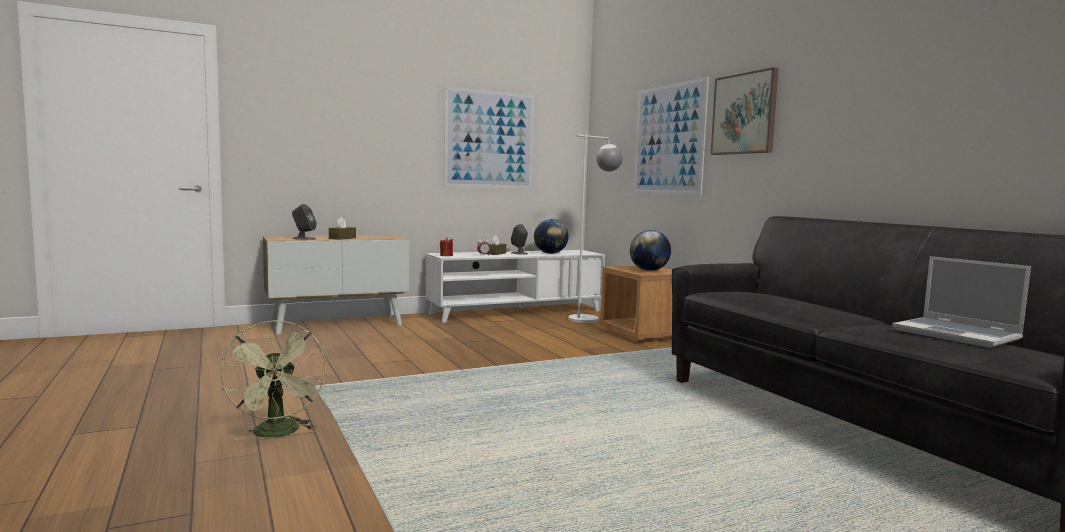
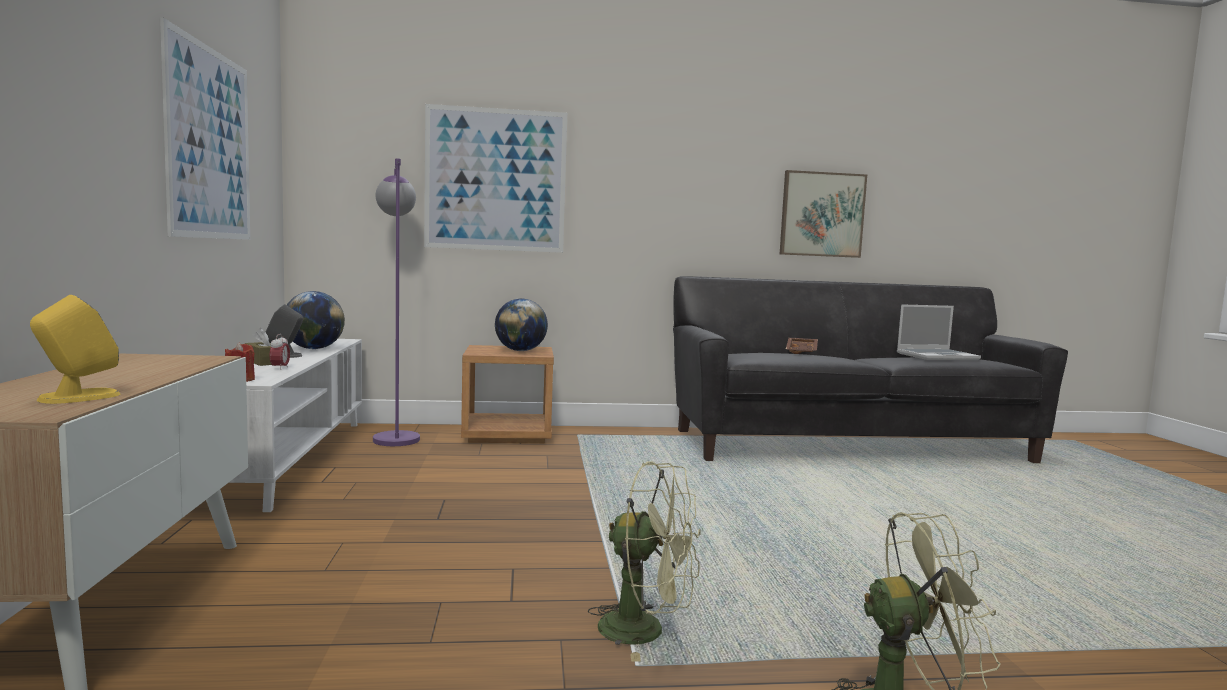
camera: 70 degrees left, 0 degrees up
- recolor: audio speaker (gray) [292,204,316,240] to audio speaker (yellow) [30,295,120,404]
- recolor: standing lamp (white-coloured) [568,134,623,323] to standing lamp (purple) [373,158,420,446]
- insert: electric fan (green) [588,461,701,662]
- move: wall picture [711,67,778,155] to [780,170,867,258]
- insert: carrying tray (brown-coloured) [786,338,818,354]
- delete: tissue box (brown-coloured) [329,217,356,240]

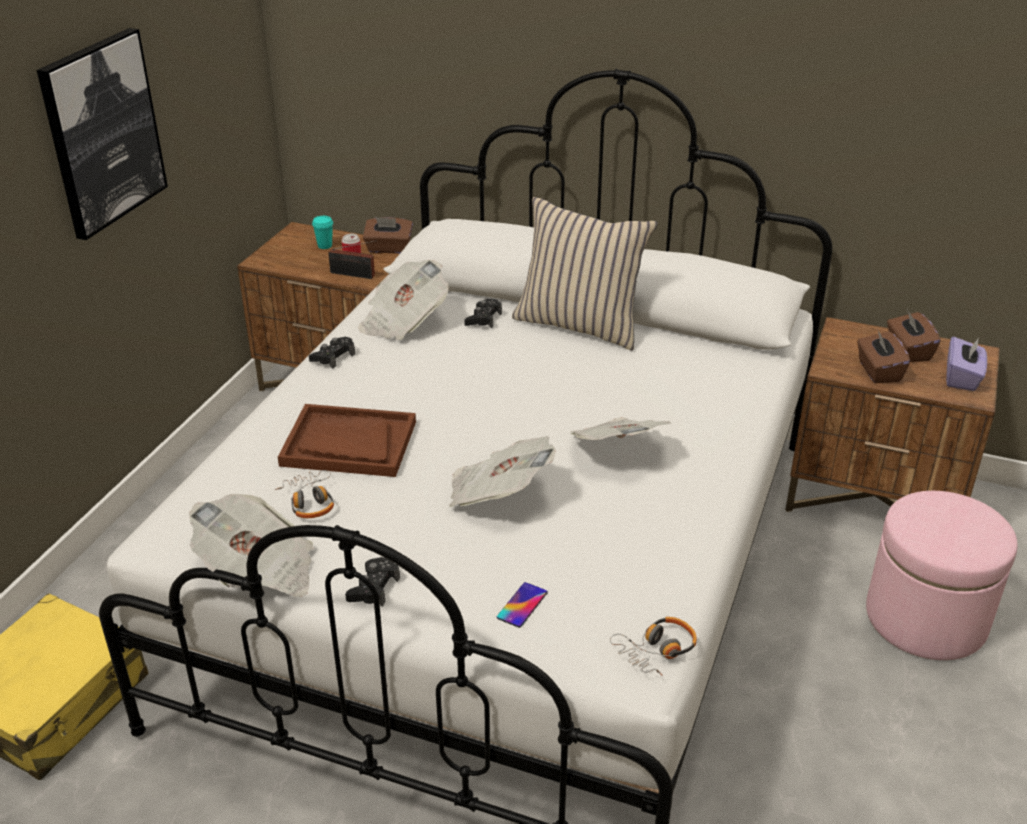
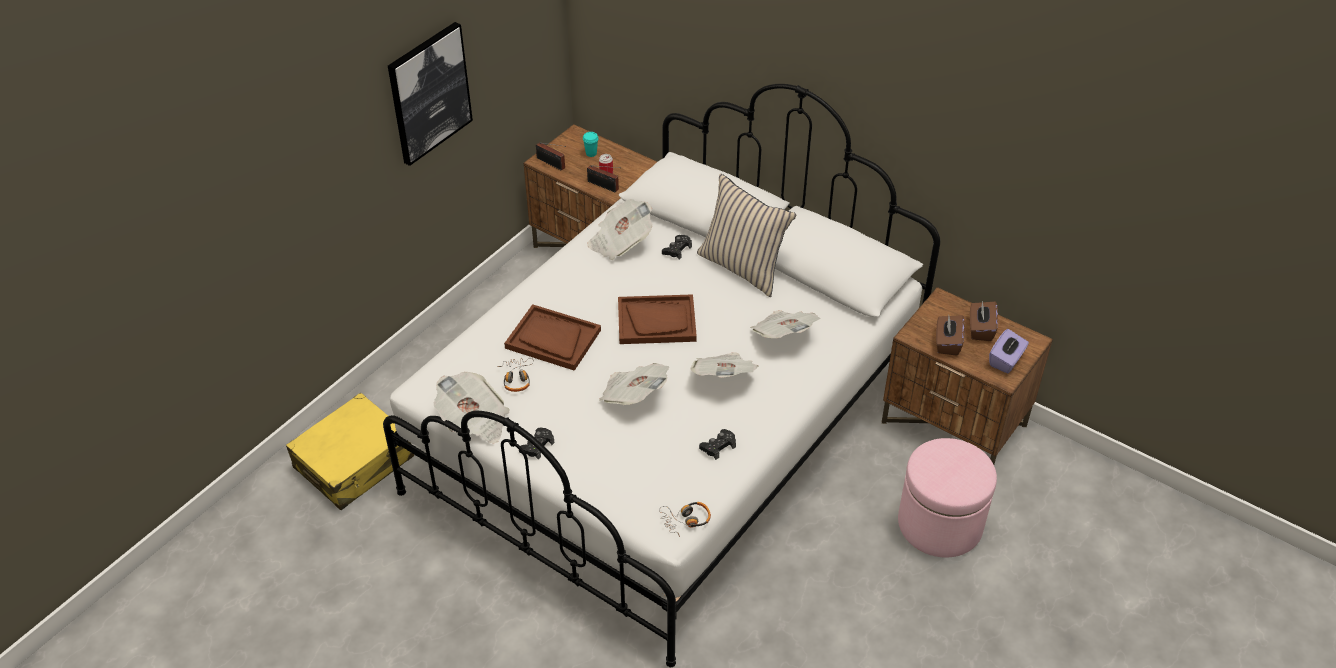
camera: 15 degrees right, 10 degrees up
- insert: radio set [536,142,566,171]
- insert: carrying tray (brown-coloured) [618,294,697,344]
- move: gamepad (black) [309,337,355,369] to [699,429,736,460]
- insert: newspaper [750,310,820,338]
- delete: tissue box (brown-coloured) [363,217,413,254]
- delete: telephone [497,582,548,628]

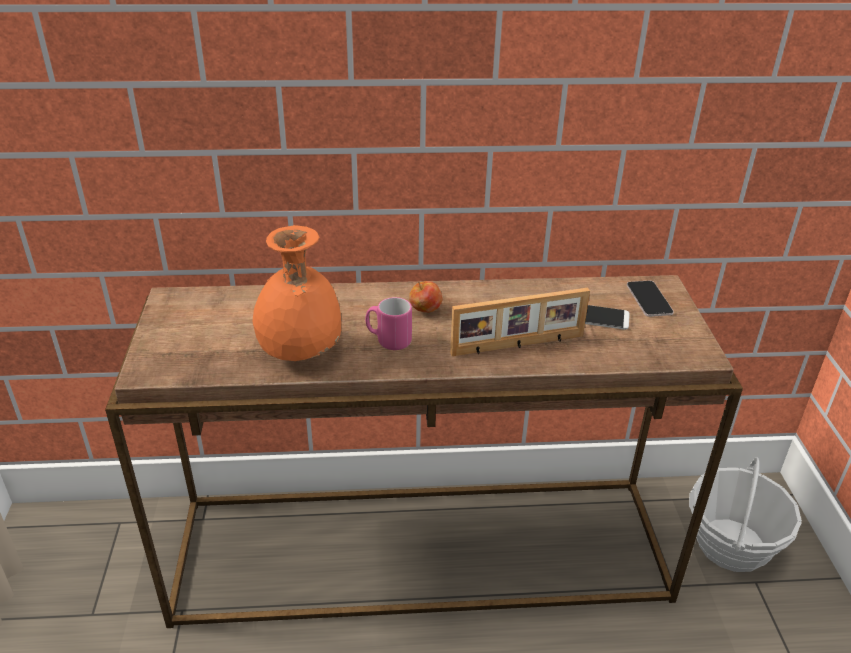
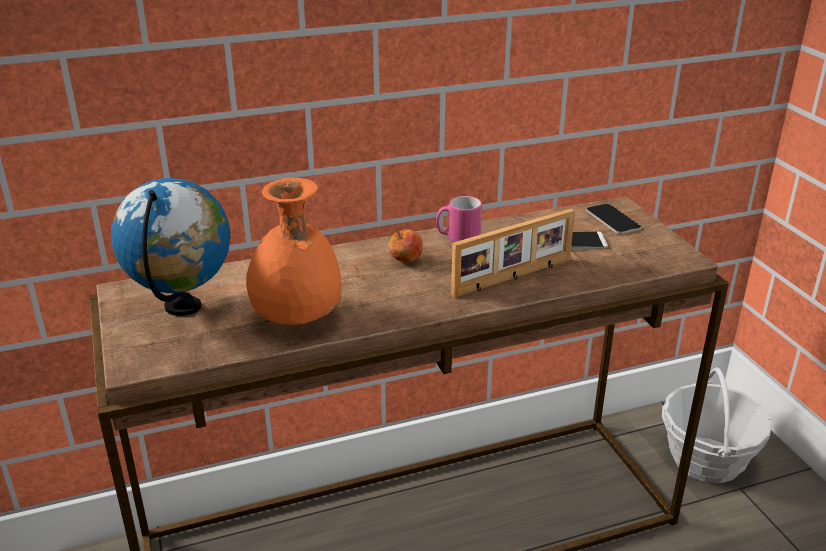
camera: 15 degrees left, 5 degrees down
- insert: globe [111,178,230,316]
- move: mug (pinkish) [365,297,412,350] to [436,196,482,243]

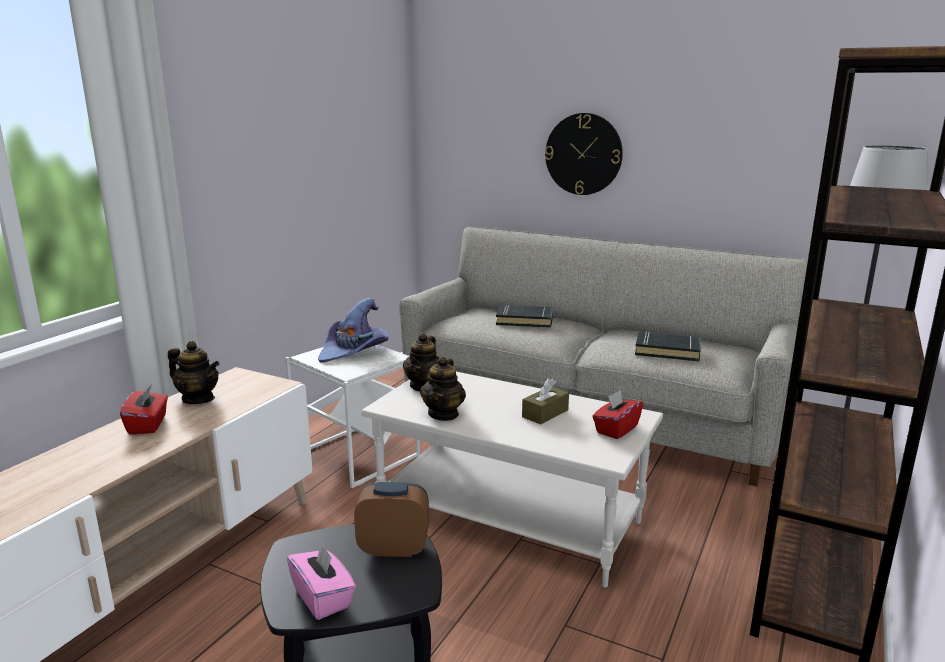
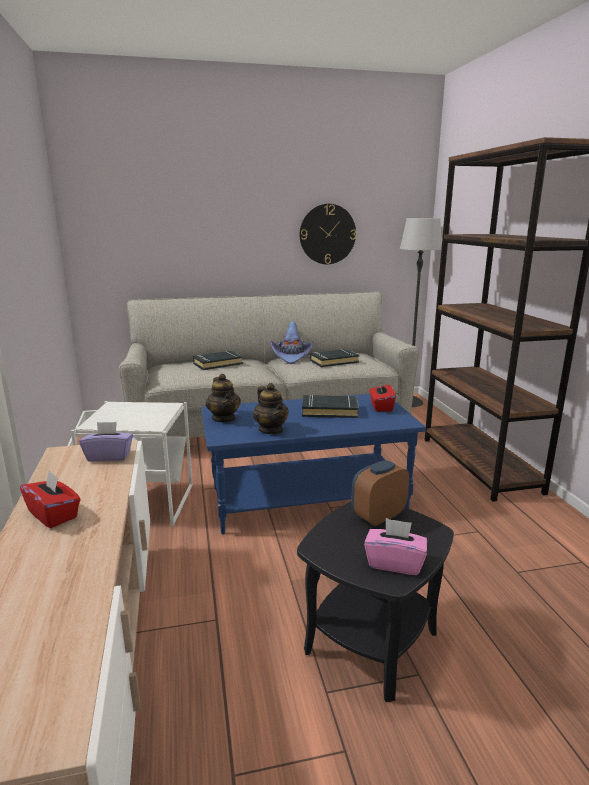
camera: 40 degrees left, 0 degrees up
- insert: tissue box (purple) [79,422,133,462]
- recolor: low table (white-coloured) [361,372,663,588] to low table (bluish) [201,394,426,534]
- move: hat (purple) [318,298,388,363] to [270,321,314,364]
- move: clock on the wall [545,113,623,195] to [299,204,356,264]
- replace: tissue box (brown-coloured) [522,378,569,424] to bound book (black) [302,395,359,418]
- delete: tea pot [168,341,219,404]

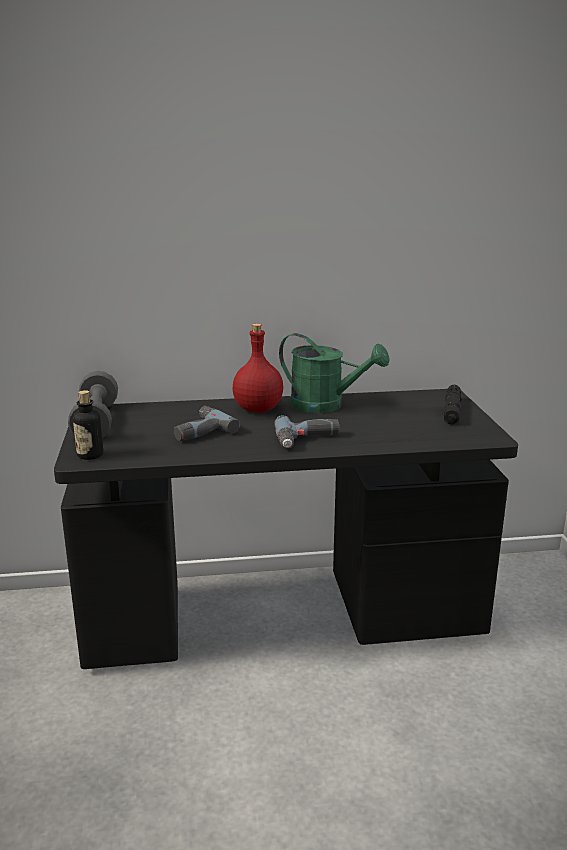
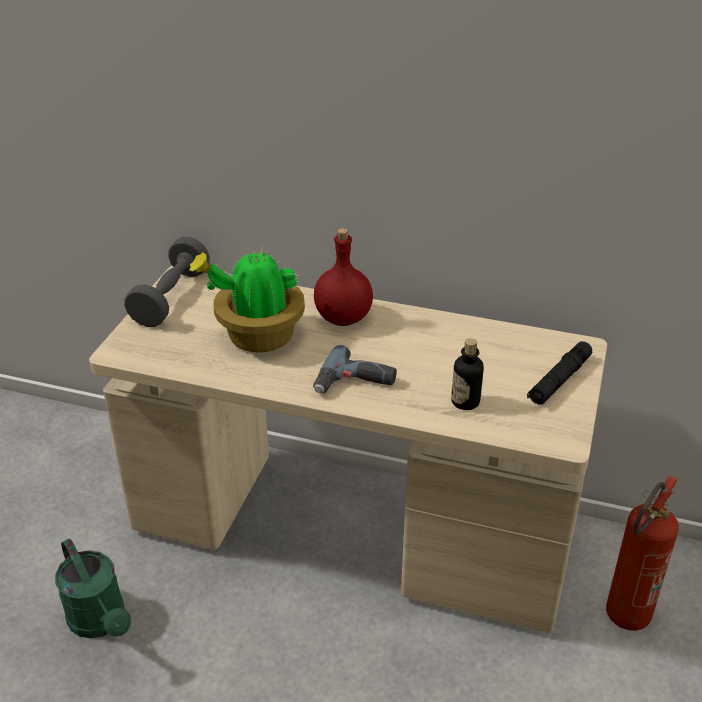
camera: 25 degrees right, 15 degrees up
- move: watering can (green) [279,333,390,413] to [55,538,131,638]
- recolor: desk table (black) [54,389,518,669] to desk table (beige-coloured) [89,266,607,633]
- replace: drill [174,406,240,441] to potted plant [189,246,305,353]
- move: bottle [73,390,103,460] to [451,338,484,410]
- insert: fire-fighting cylinder [606,476,679,631]

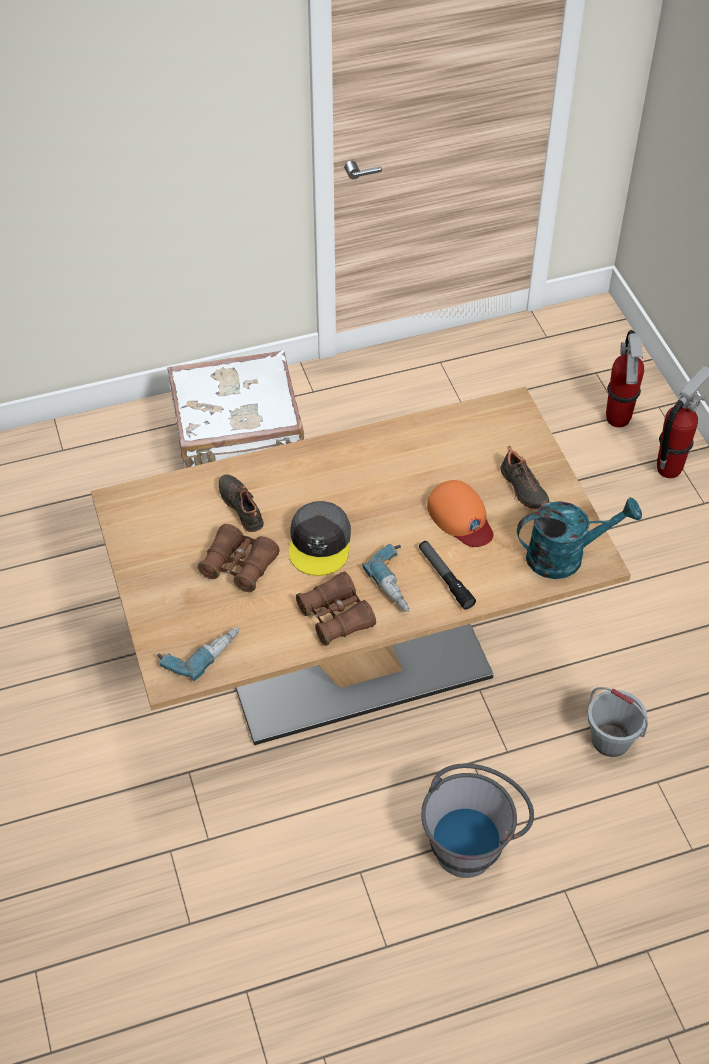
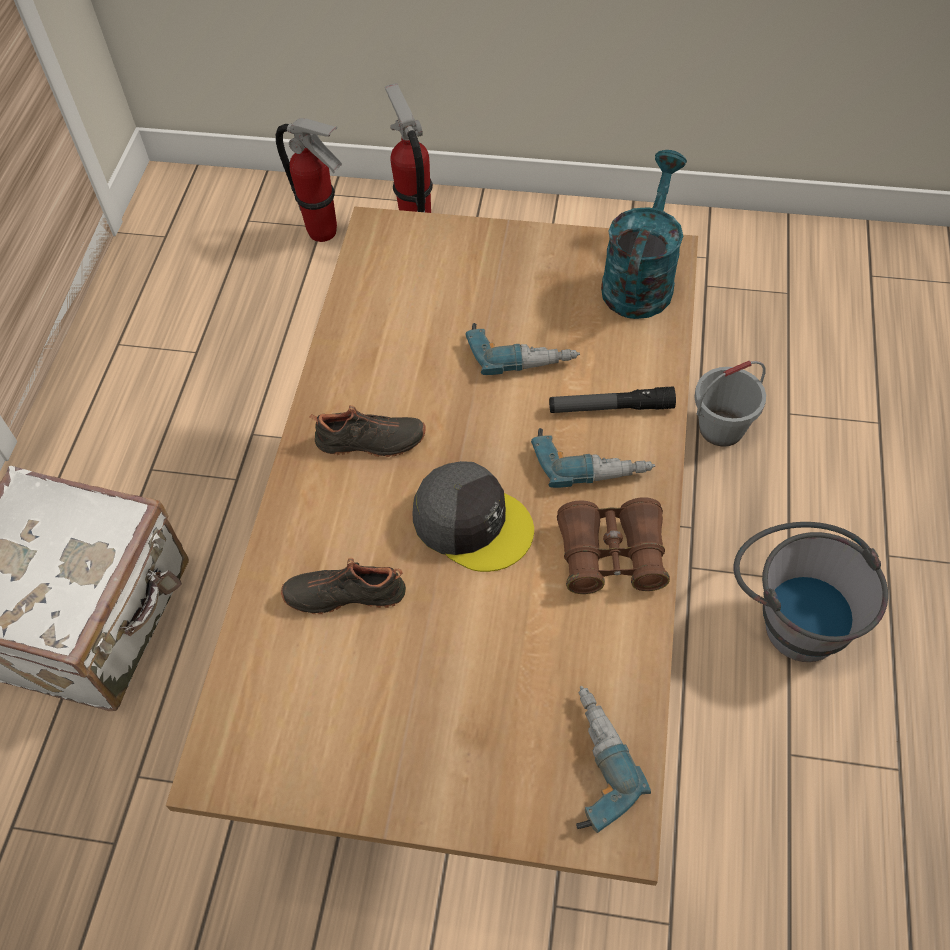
camera: 60 degrees left, 5 degrees up
- move: low shoe (black) [500,446,550,509] to [310,405,426,457]
- replace: peaked cap (orange) [427,480,493,547] to drill [465,323,580,375]
- delete: binoculars (brown-coloured) [198,524,280,592]

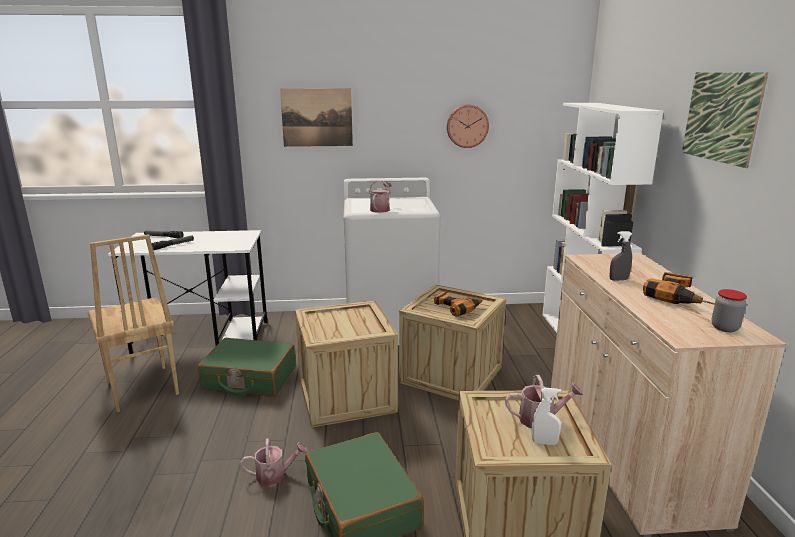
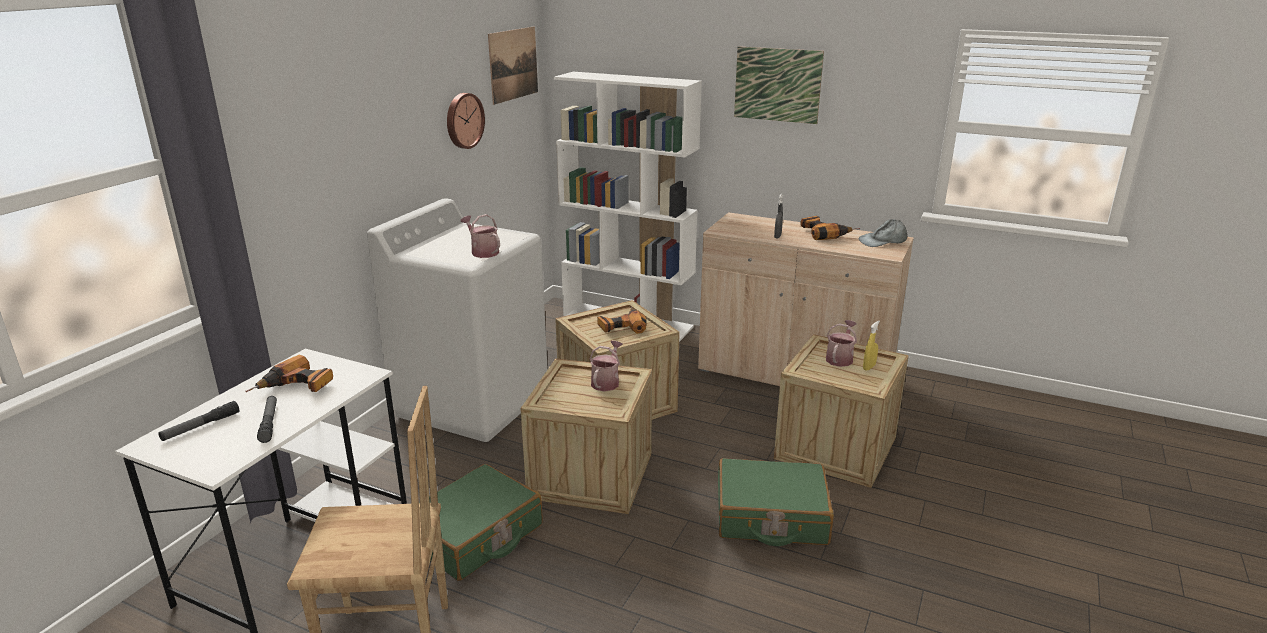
camera: 60 degrees left, 5 degrees up
- insert: drill [245,355,333,392]
- move: wall picture [280,89,353,147] to [488,26,538,105]
- move: watering can [240,439,308,486] to [589,341,622,391]
- replace: storage jar [711,289,747,332] to peaked cap (gray) [858,219,908,247]
- recolor: spray bottle (white-coloured) [532,388,562,445] to spray bottle (yellow) [863,320,880,371]

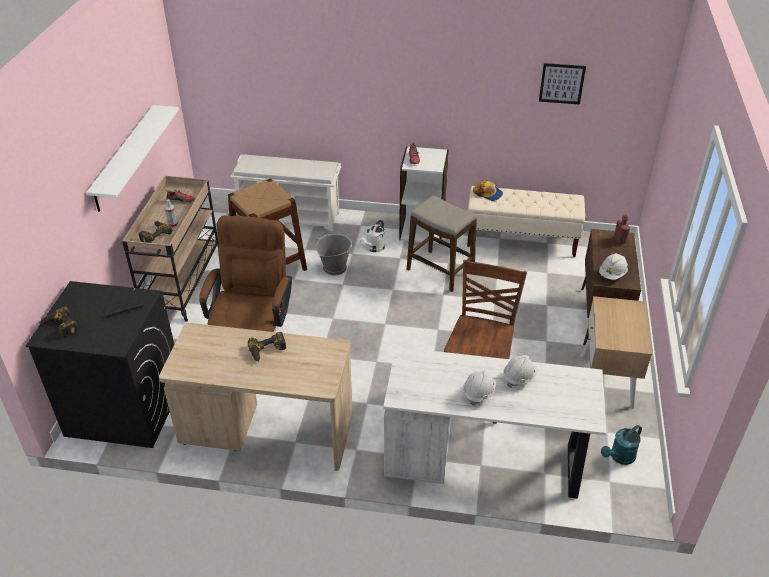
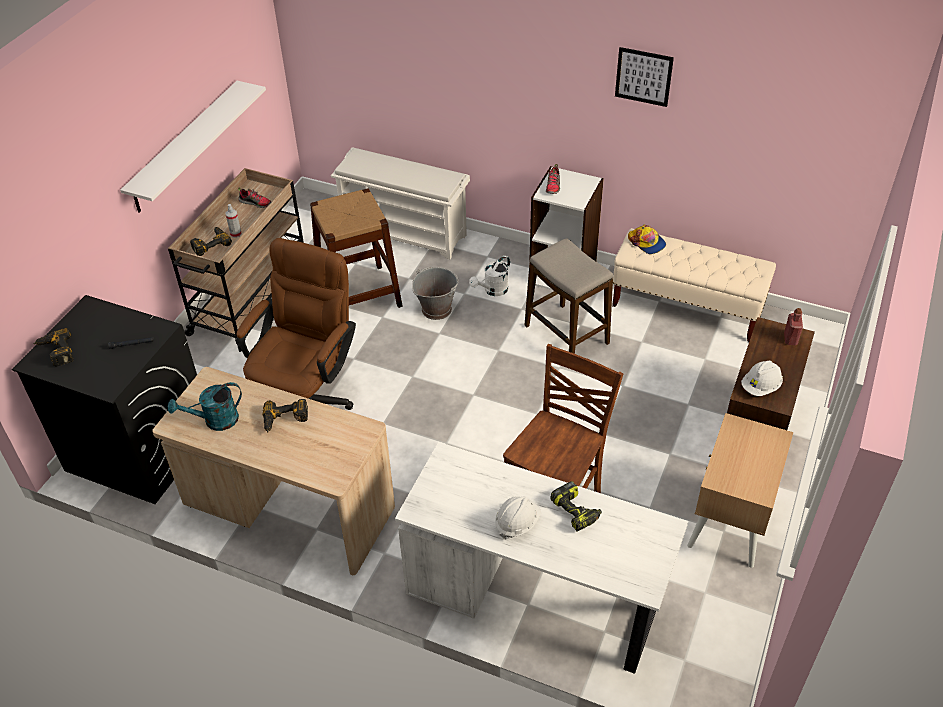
camera: 15 degrees right, 5 degrees up
- move: watering can (turquoise-coloured) [601,425,642,465] to [168,382,242,431]
- replace: hard hat (white-coloured) [503,355,538,388] to drill [550,481,602,532]
- move: wall picture [539,63,586,105] to [615,47,674,107]

